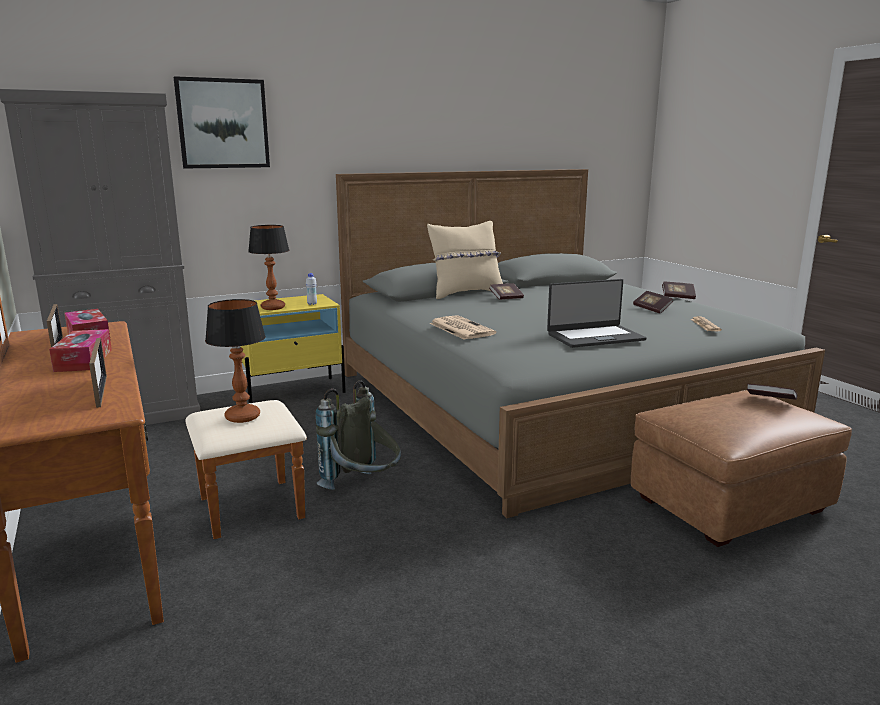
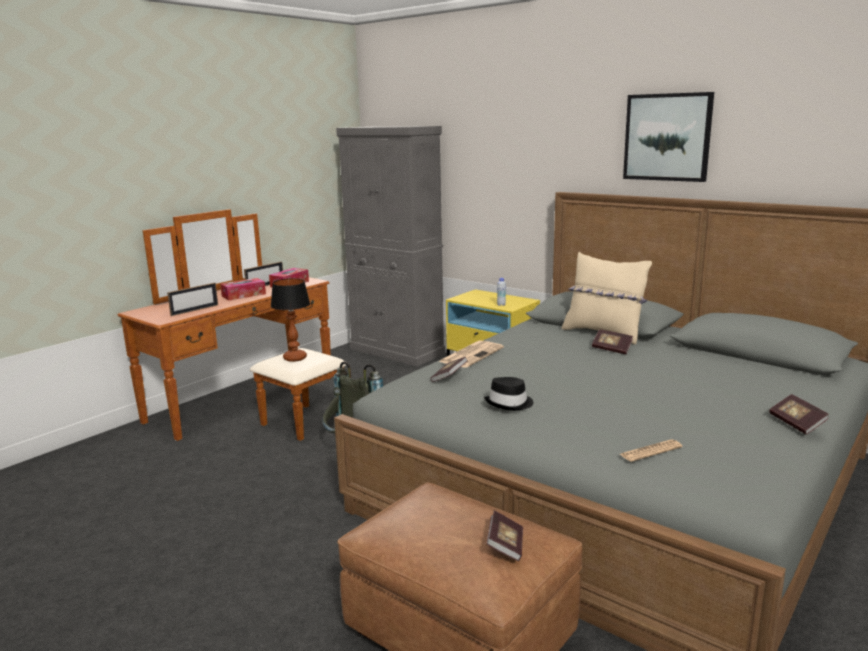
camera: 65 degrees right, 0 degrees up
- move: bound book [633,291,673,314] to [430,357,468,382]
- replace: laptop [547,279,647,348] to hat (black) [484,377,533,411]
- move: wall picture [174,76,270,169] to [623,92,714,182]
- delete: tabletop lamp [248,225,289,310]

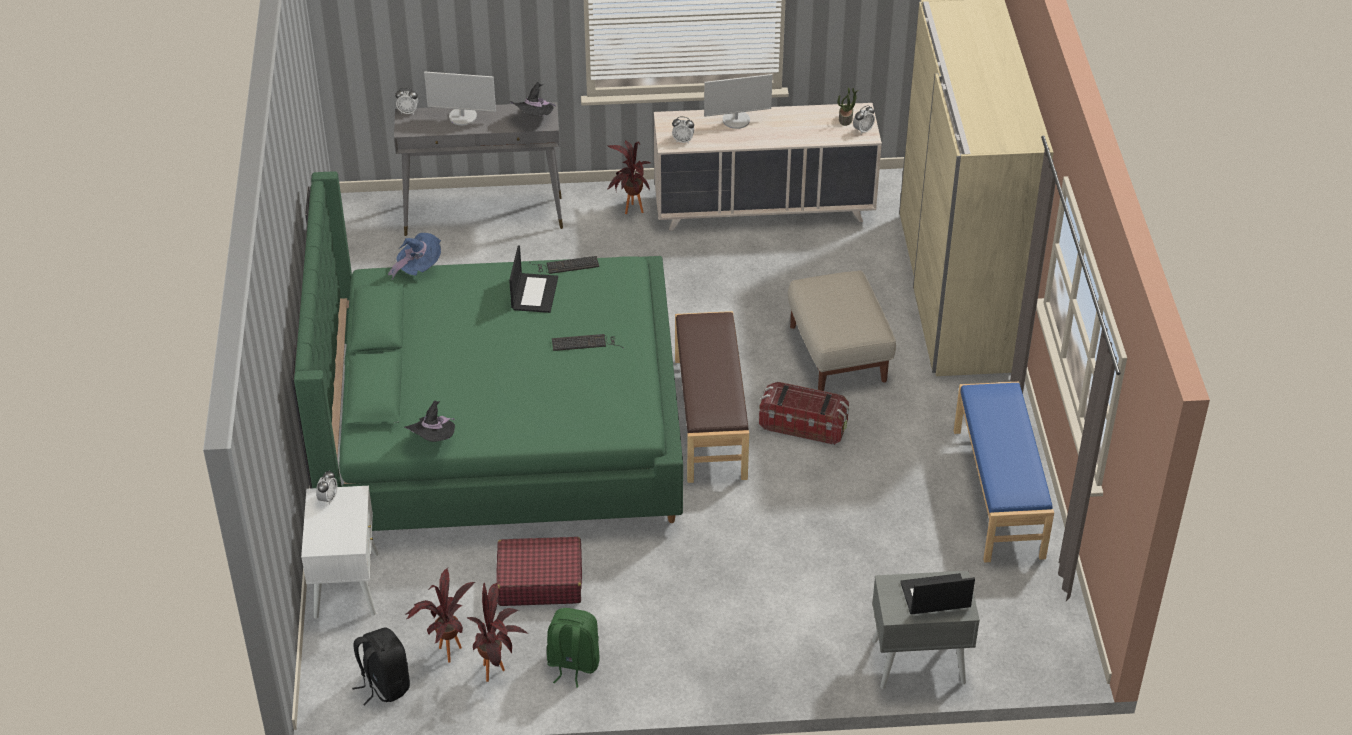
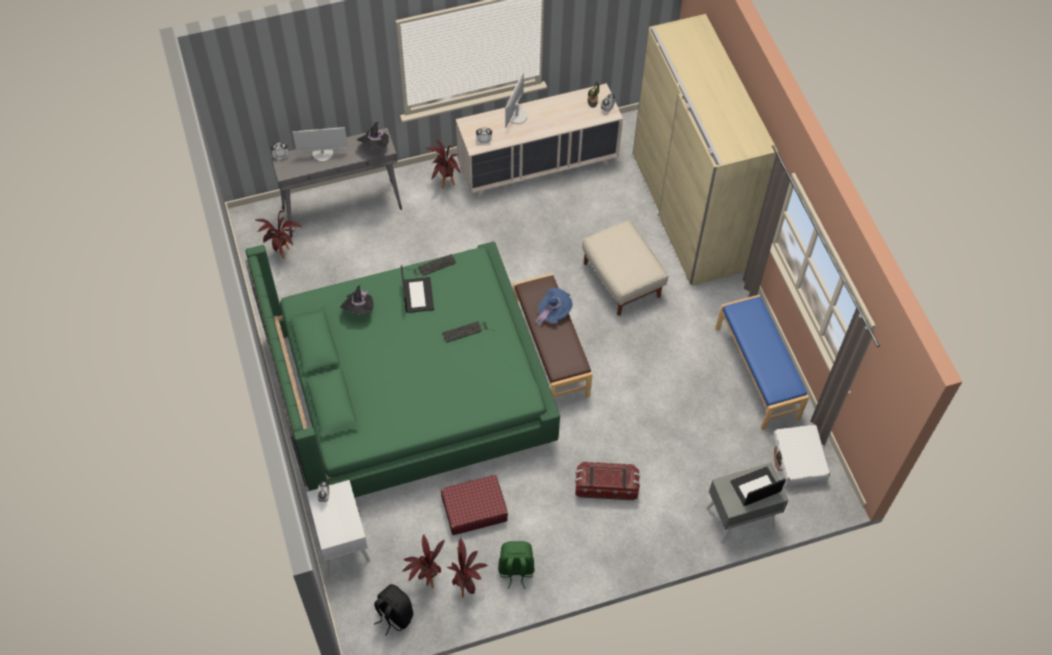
camera: 15 degrees left, 15 degrees up
- insert: potted plant [254,211,302,259]
- move: hat (black) [404,401,455,442] to [340,285,374,315]
- rotate: computer screen [704,74,773,129] = [505,72,527,128] 135 degrees clockwise
- move: hat (bluish) [388,233,441,280] to [535,288,573,328]
- move: storage box [759,382,849,445] to [575,462,640,500]
- insert: travel case (white-coloured) [772,425,830,488]

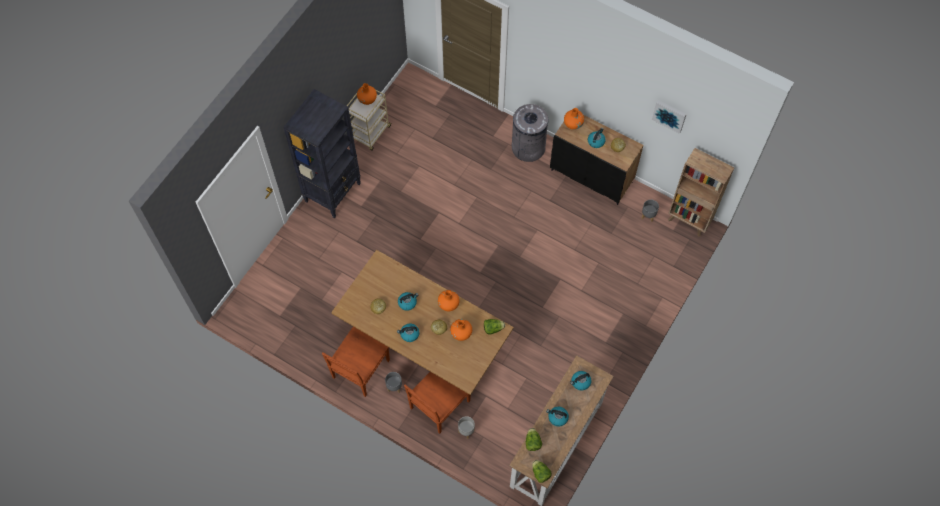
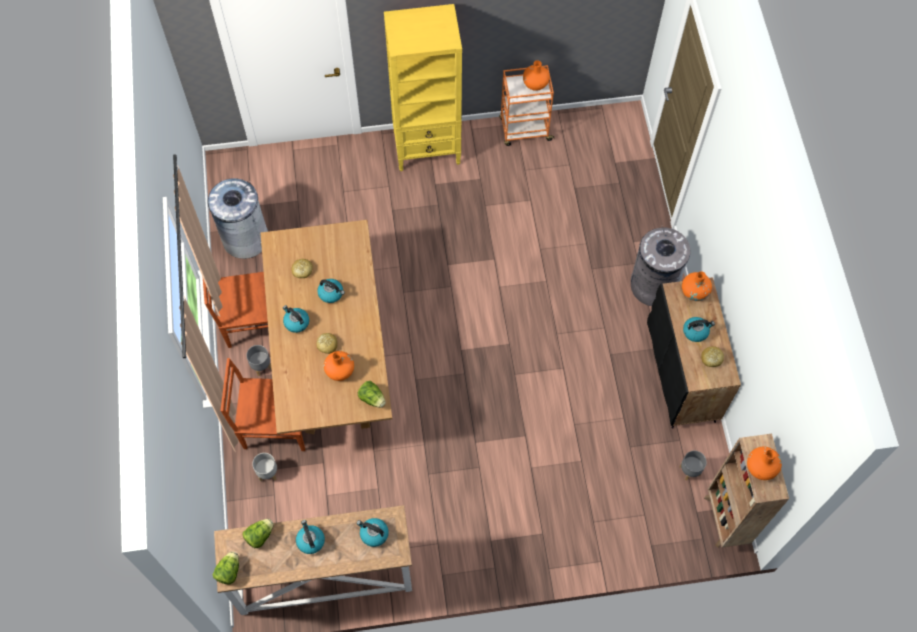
camera: 50 degrees right, 0 degrees up
- insert: trash can (gray) [208,178,268,259]
- recolor: shelving unit (black) [283,89,361,218] to shelving unit (yellow) [384,4,462,171]
- recolor: trolley (beige-coloured) [347,85,391,151] to trolley (orange) [499,65,555,146]
- move: vase (orange) [438,290,460,311] to [747,447,782,480]
- delete: wall picture [652,100,687,134]

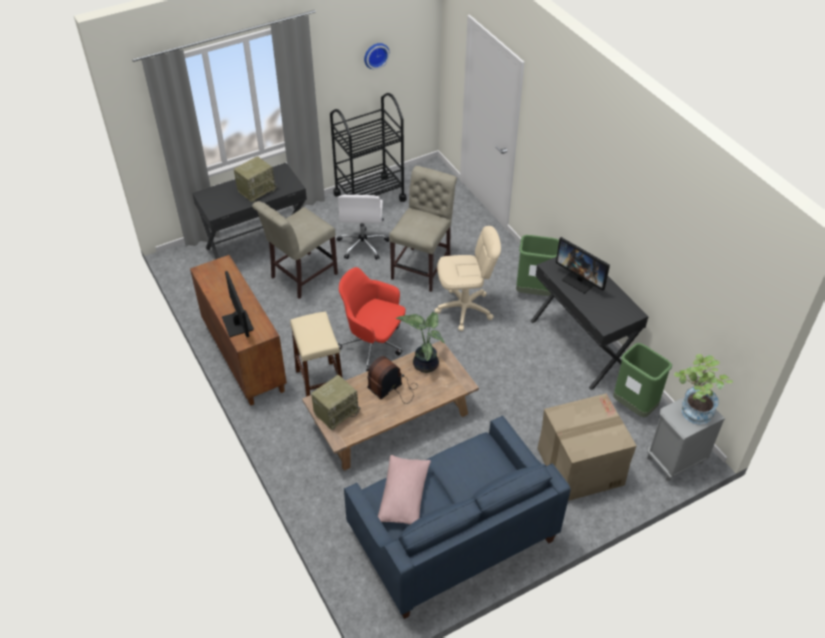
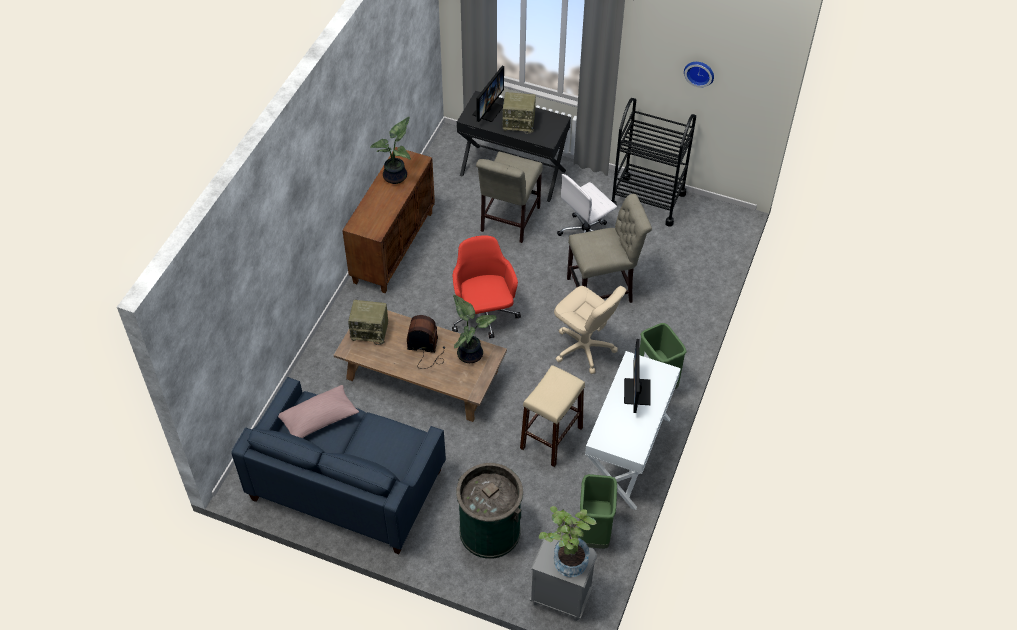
camera: 50 degrees right, 5 degrees up
- insert: potted plant [370,117,411,184]
- replace: cardboard box [537,393,637,501] to trash can (green) [456,463,523,559]
- move: computer screen [222,271,254,337] to [472,66,504,122]
- rotate: upright chair (beige-coloured) [252,201,338,299] = [476,151,543,243] 75 degrees counterclockwise
- move: stool seat (beige-coloured) [290,311,343,397] to [520,365,585,467]
- recolor: desk table (black) [531,257,649,390] to desk table (white-coloured) [585,351,681,510]

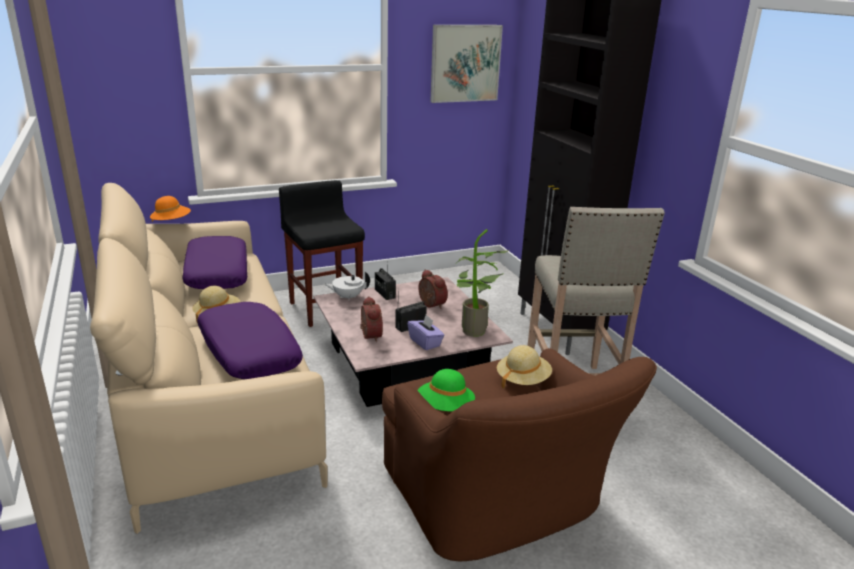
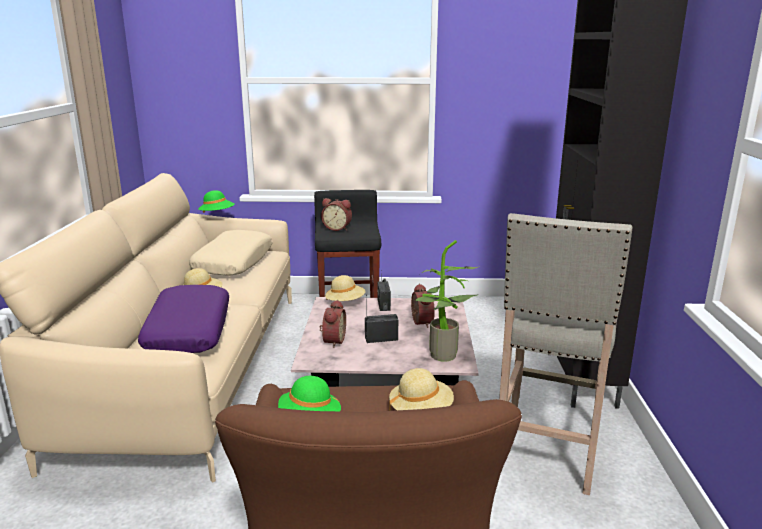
camera: 25 degrees right, 5 degrees down
- recolor: throw pillow (purple) [183,236,247,289] to throw pillow (beige-coloured) [189,230,273,276]
- recolor: hat (orange) [150,196,191,222] to hat (green) [198,190,235,213]
- insert: table clock [321,198,352,231]
- replace: tea pot (white-coloured) [323,272,370,301] to hat (beige-coloured) [325,275,365,301]
- delete: tissue box (purple) [407,315,445,350]
- delete: wall picture [430,25,503,103]

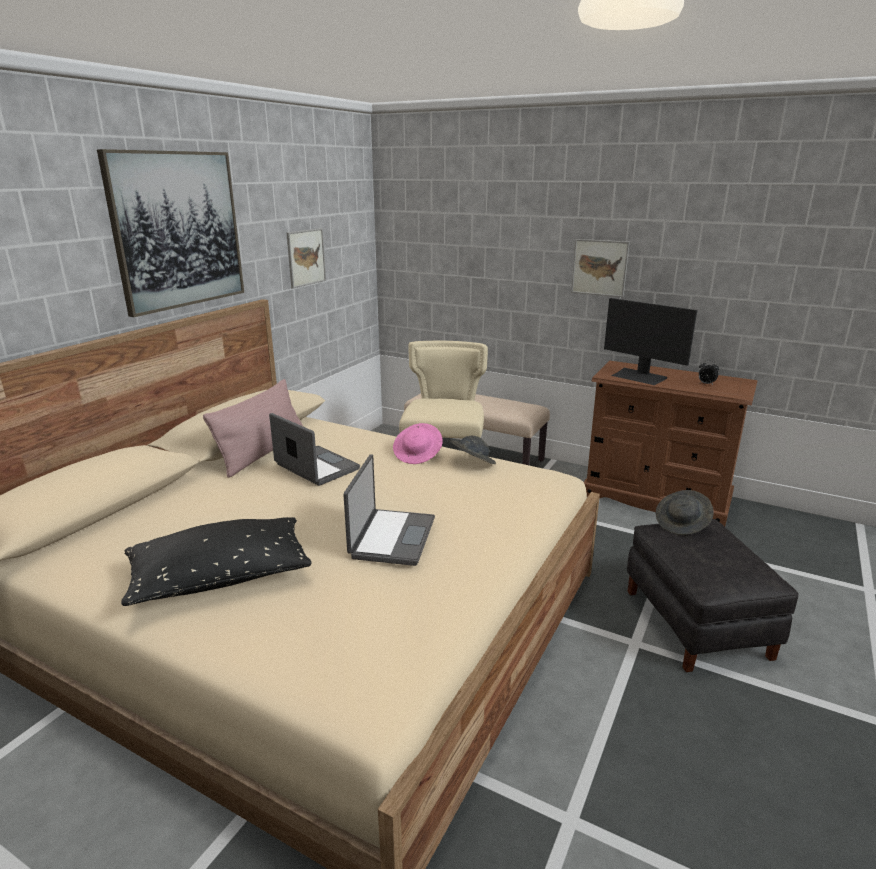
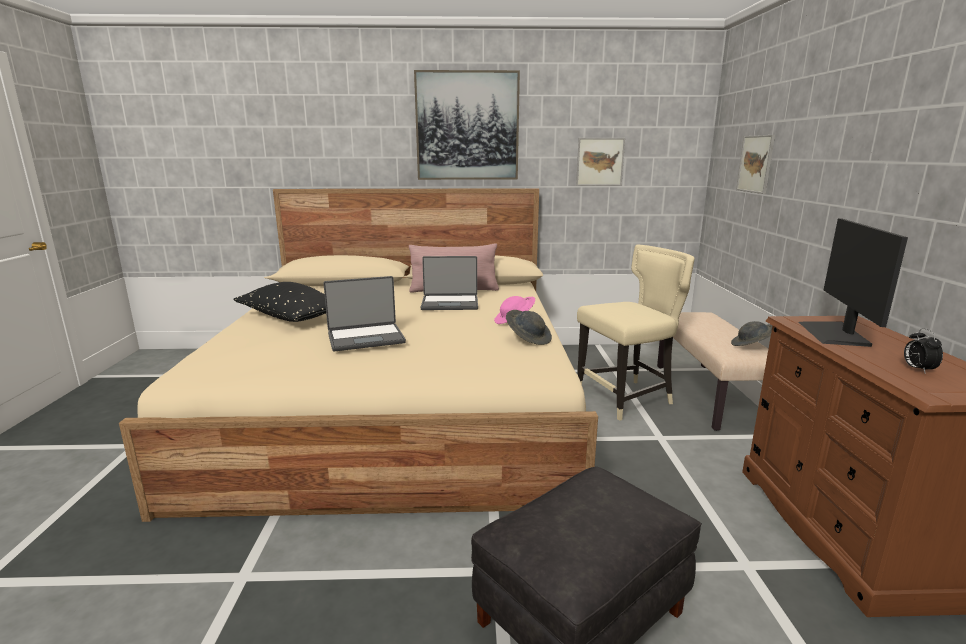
camera: 60 degrees right, 5 degrees down
- rotate: laptop [269,413,360,486] = [421,256,478,310] 75 degrees clockwise
- move: hat (gray) [656,490,714,535] to [731,321,772,346]
- move: wall picture [571,239,630,297] to [736,135,775,194]

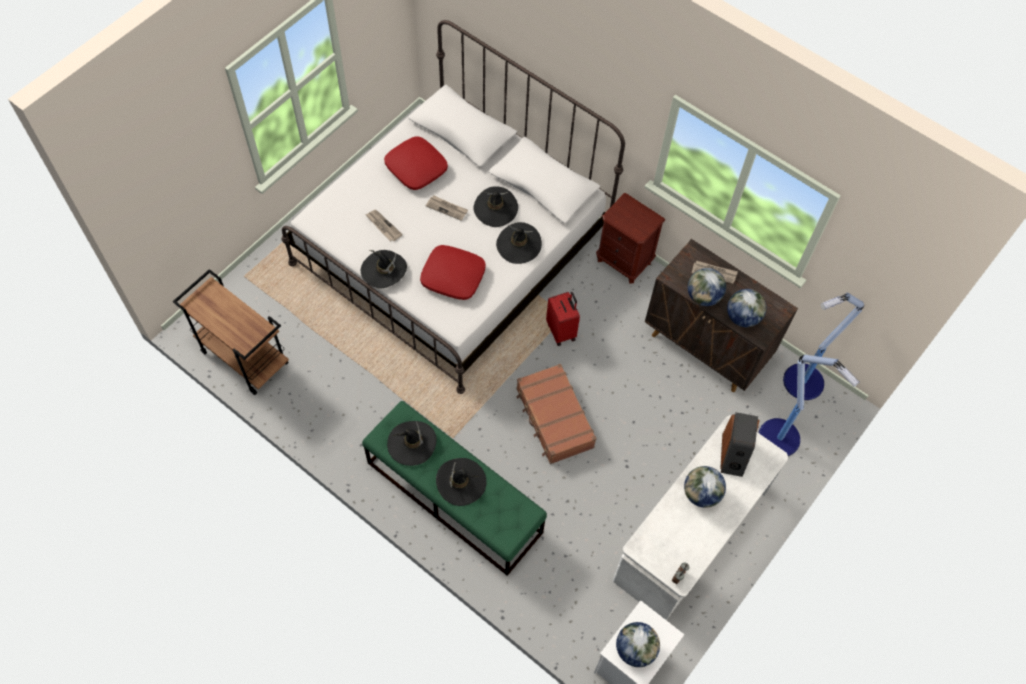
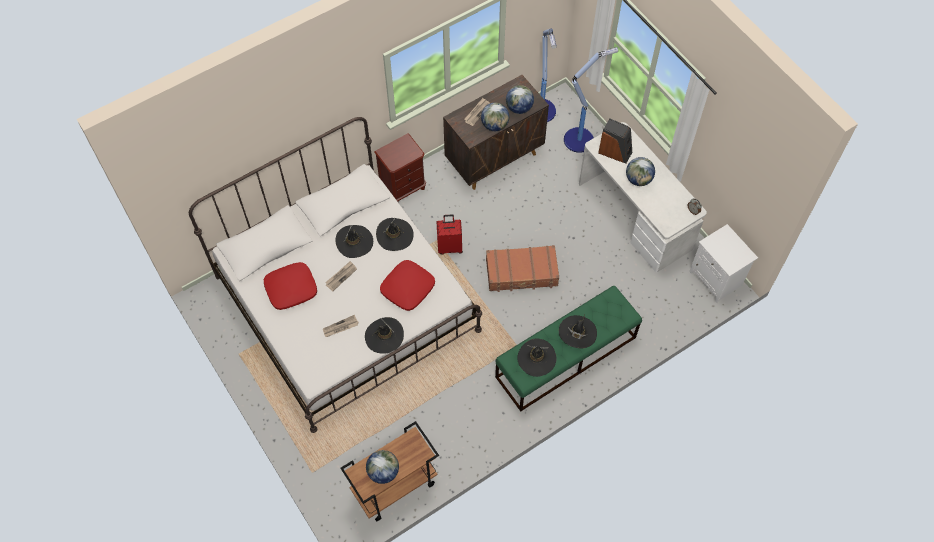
camera: 70 degrees left, 0 degrees up
- move: globe [616,622,660,667] to [366,450,399,484]

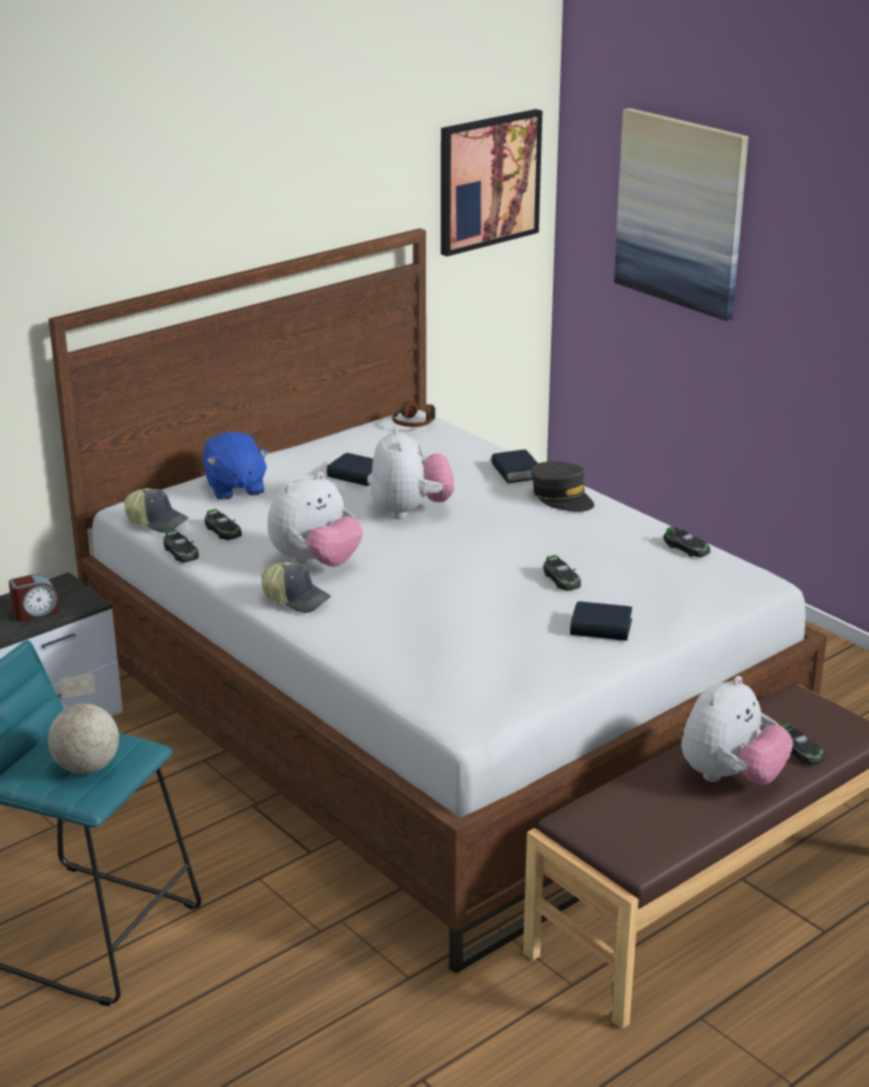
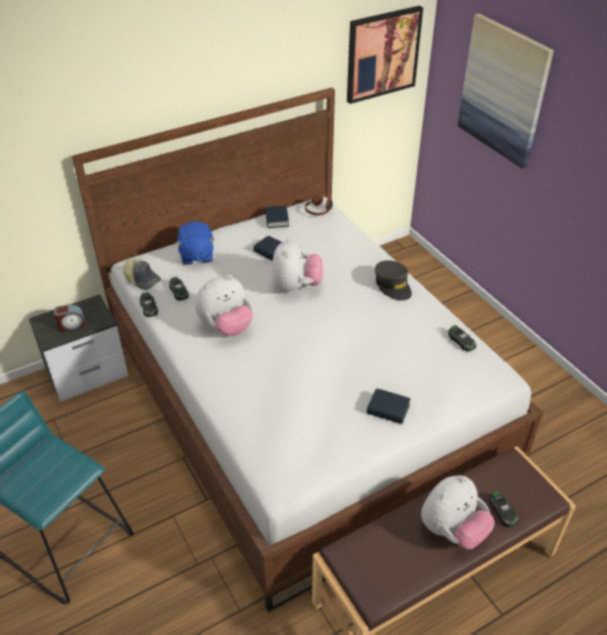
camera: 10 degrees right, 15 degrees up
- move: bound book [491,449,538,483] to [265,206,289,228]
- delete: globe [48,674,119,774]
- delete: peaked cap [261,562,331,613]
- delete: model car [543,555,581,591]

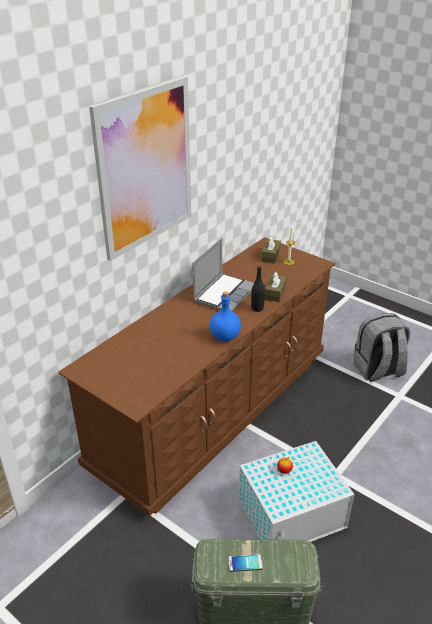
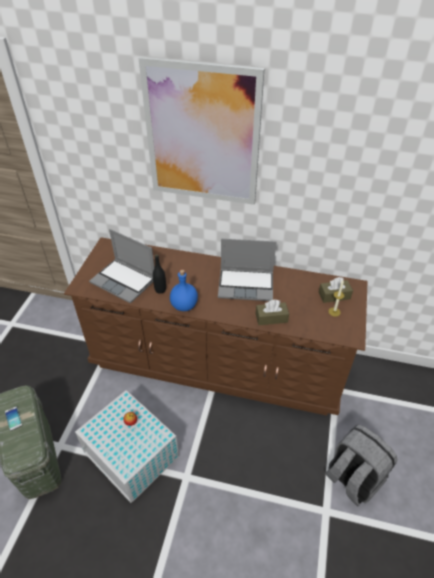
camera: 65 degrees right, 10 degrees up
- insert: laptop [89,229,155,304]
- move: bottle (black) [251,265,265,312] to [153,254,166,294]

